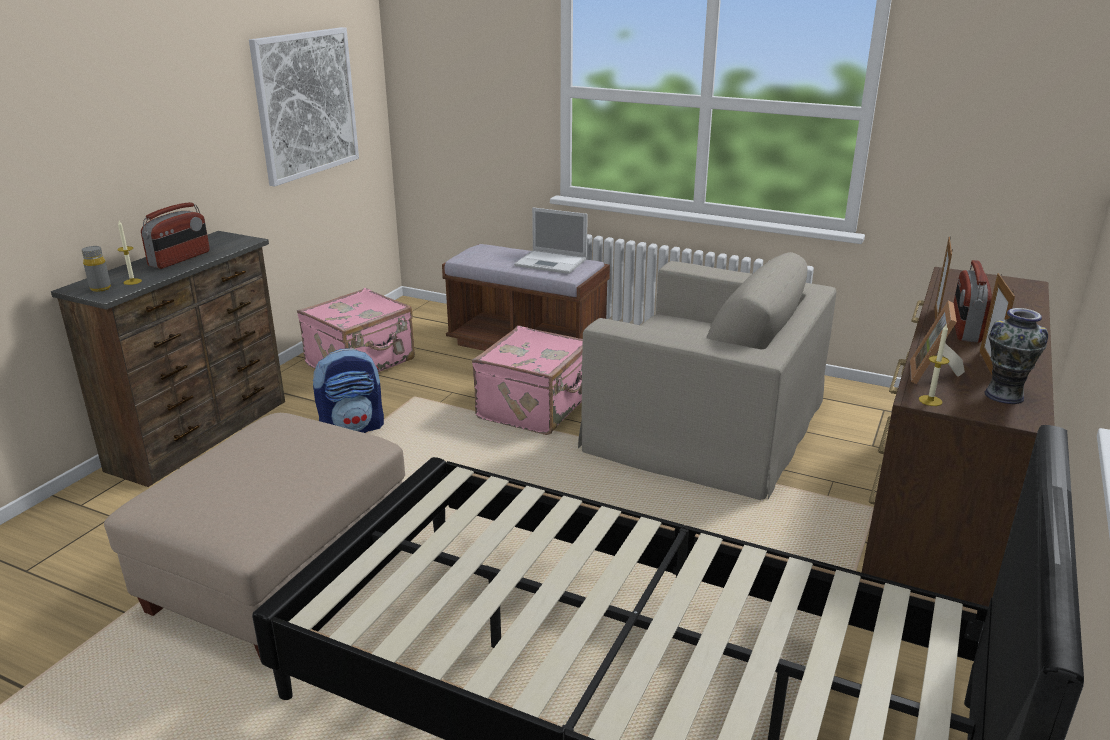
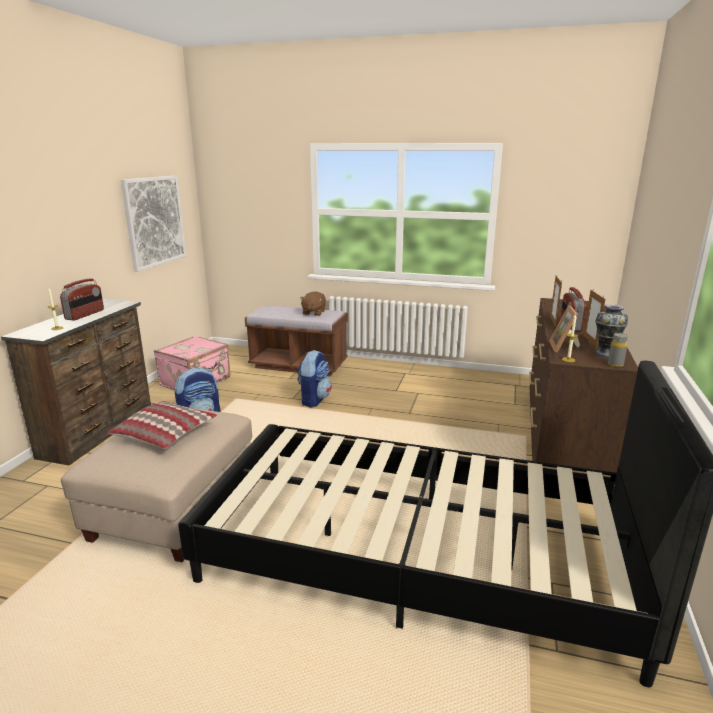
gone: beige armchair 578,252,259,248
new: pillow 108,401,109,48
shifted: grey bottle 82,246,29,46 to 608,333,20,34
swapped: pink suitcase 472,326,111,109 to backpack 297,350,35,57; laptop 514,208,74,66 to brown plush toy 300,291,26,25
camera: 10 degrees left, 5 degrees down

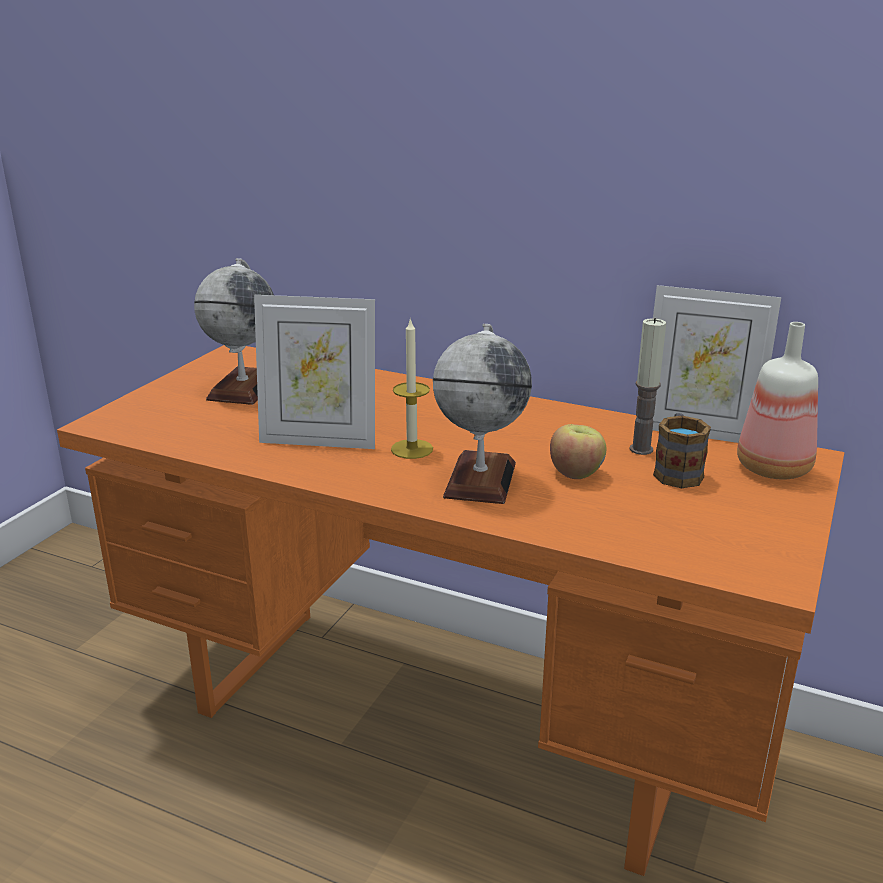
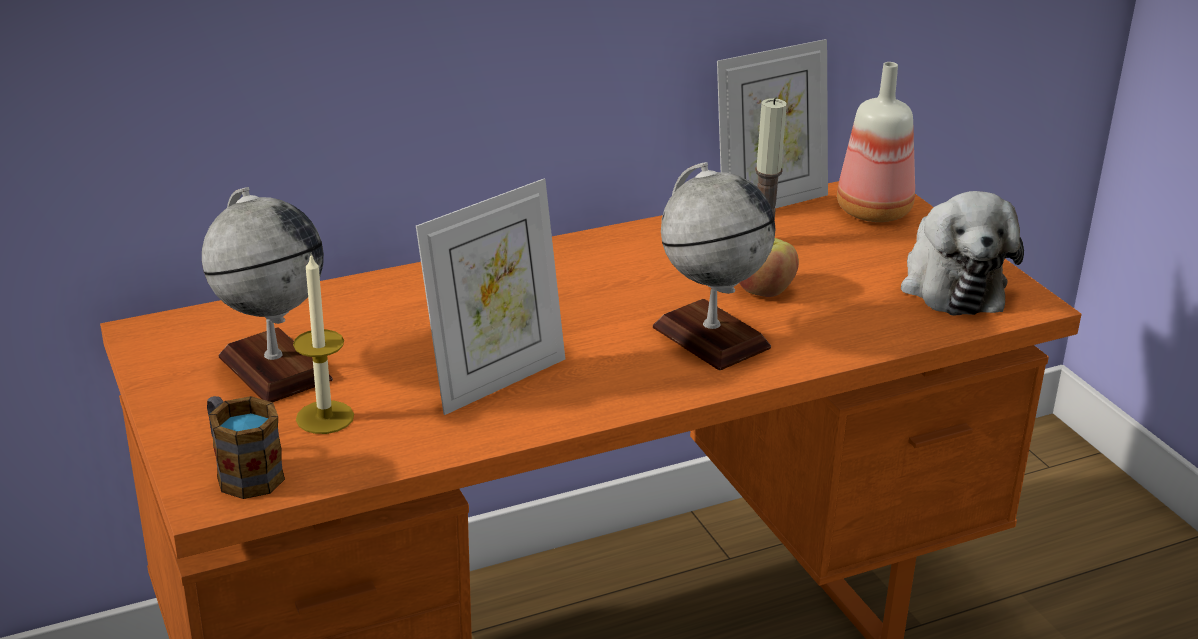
new: plush toy 901,191,123,125
shifted: candle 391,317,42,142 to 293,255,61,179; mug 653,413,58,75 to 207,396,78,103
camera: 50 degrees left, 5 degrees up

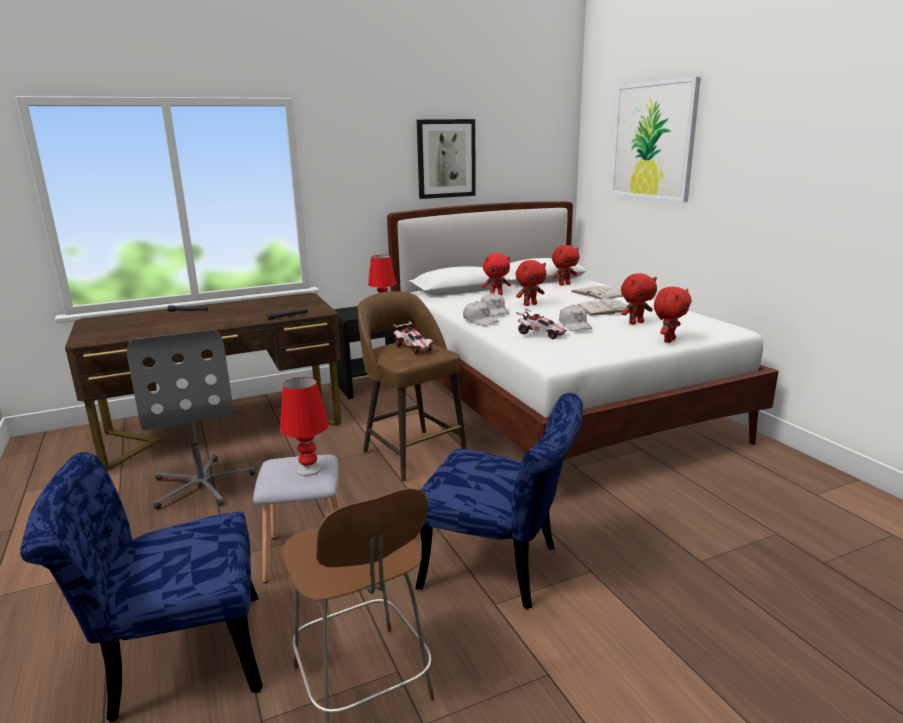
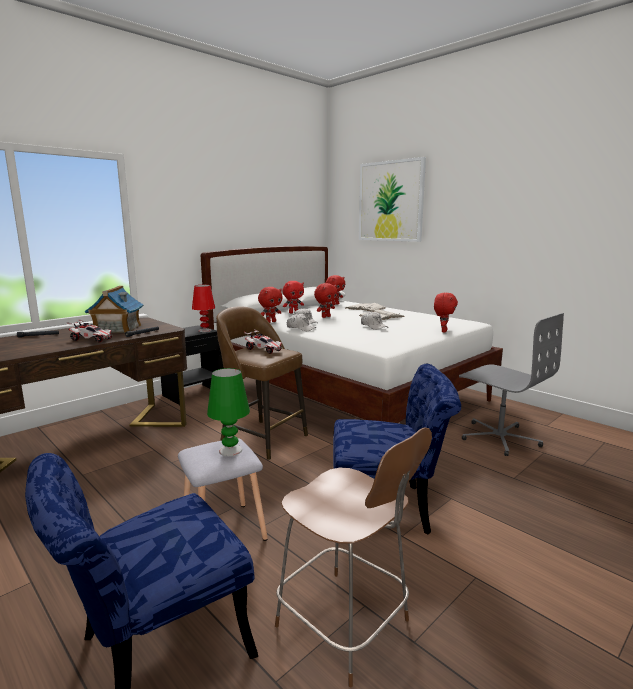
gone: picture 417,119,59,80
new: toy house 85,286,59,47
shifted: grey office chair 127,330,128,179 to 459,313,105,143; toy car 516,308,51,31 to 67,319,46,24; red plush toy 621,273,36,51 to 258,287,25,36
repainted: red table lamp 280,377,49,99 to green table lamp 207,368,43,88
camera: 20 degrees left, 5 degrees down

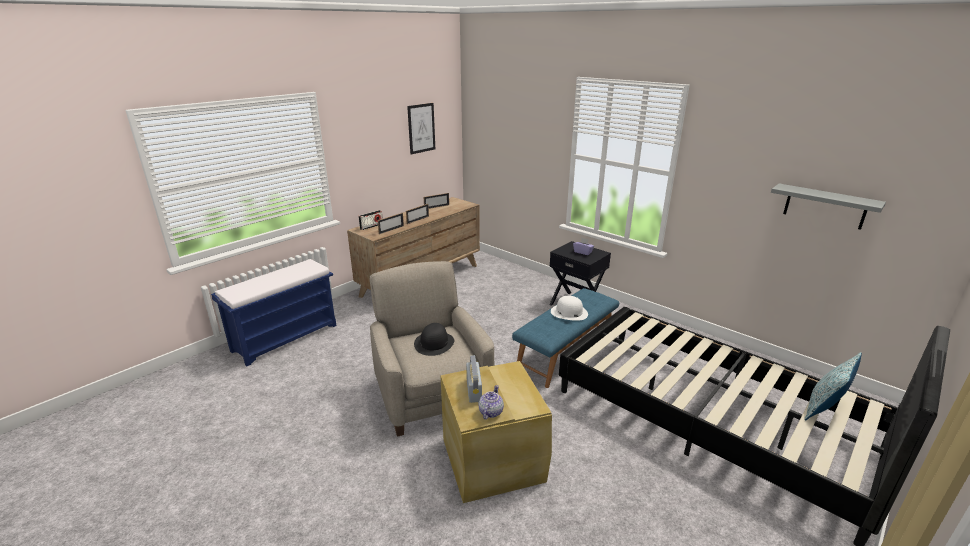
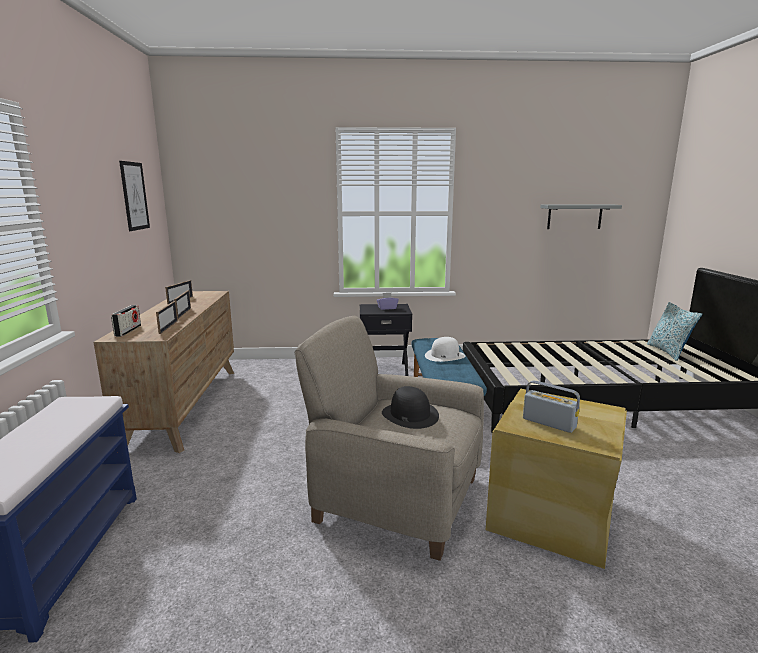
gone: teapot 478,385,26,35
camera: 45 degrees left, 10 degrees down

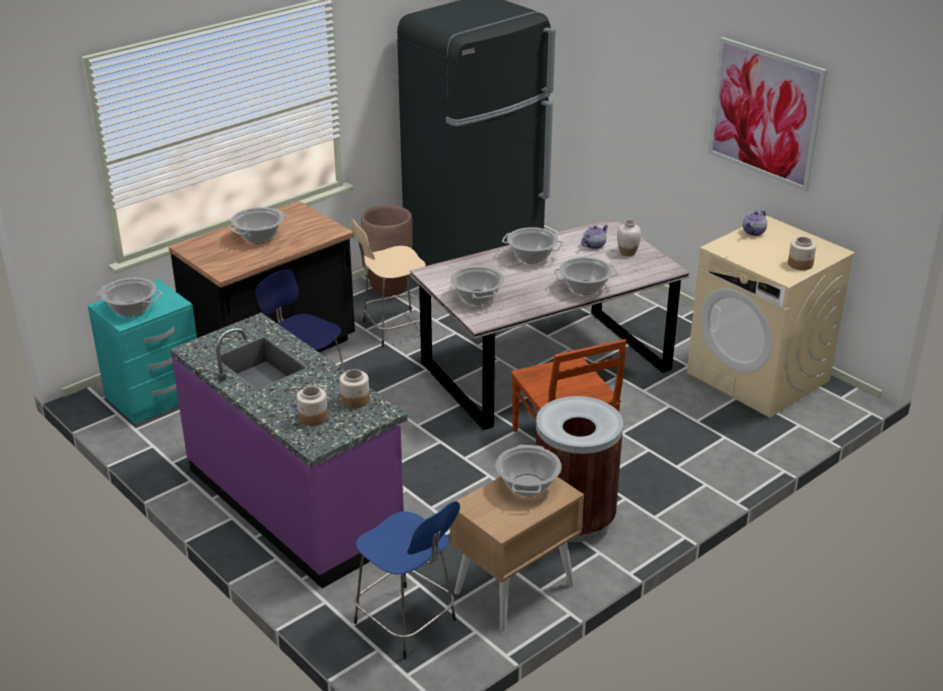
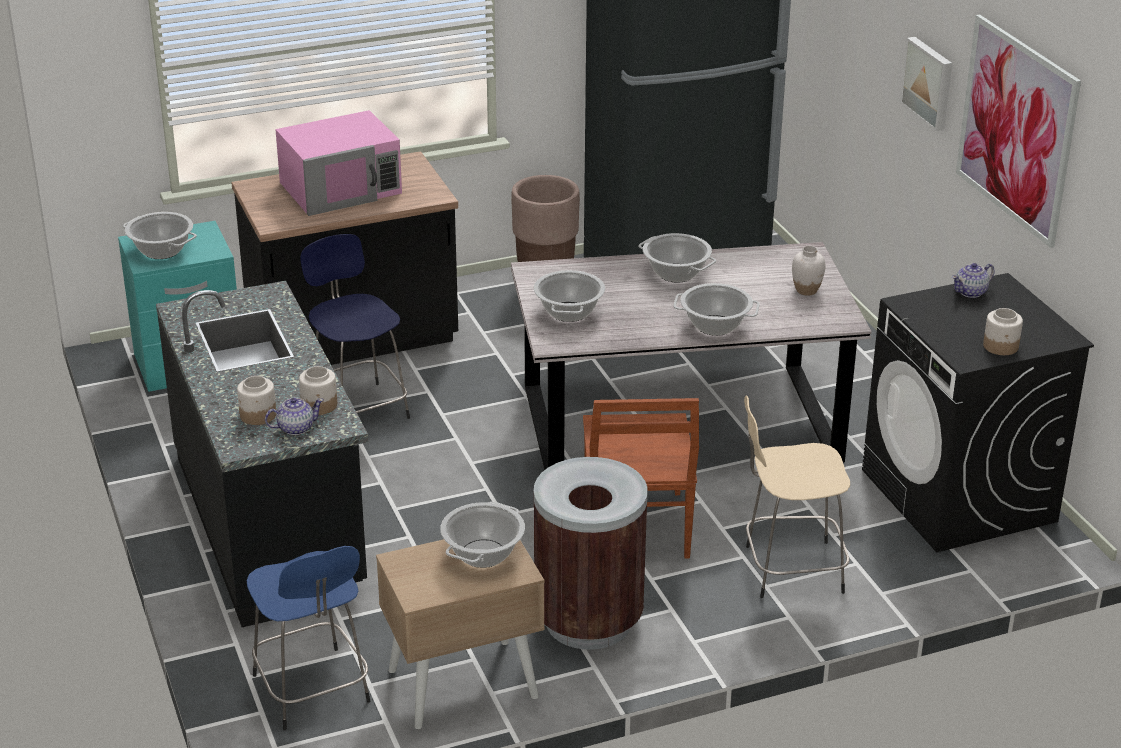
new: picture 900,37,52,95
shifted: beige stool 351,219,75,128 to 744,395,106,203; teapot 581,225,27,24 to 265,397,59,38
swapped: cooking pot 228,207,58,36 to pink microwave 275,110,127,106
repainted: purple counter 170,312,237,276 to black counter 156,281,212,346; beige washing machine 687,216,168,202 to black washing machine 862,273,232,279
camera: 20 degrees right, 0 degrees up

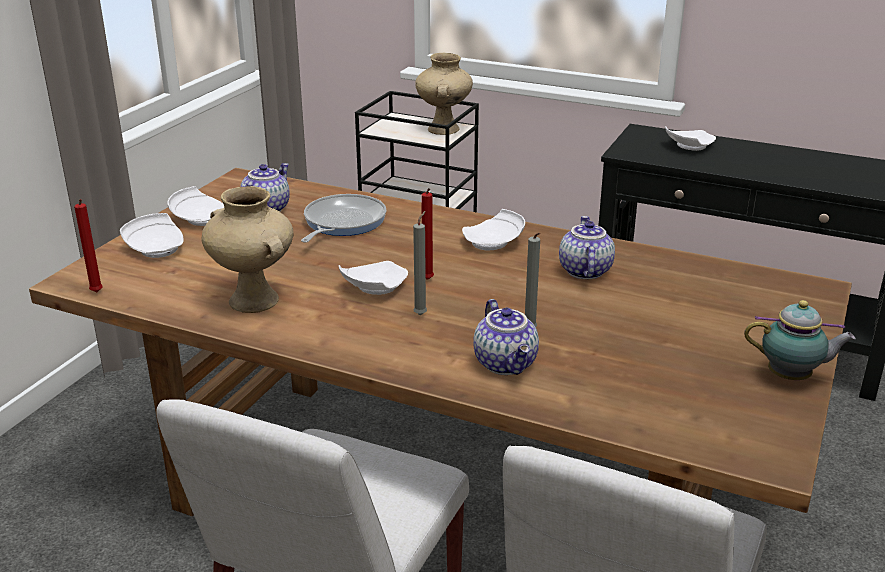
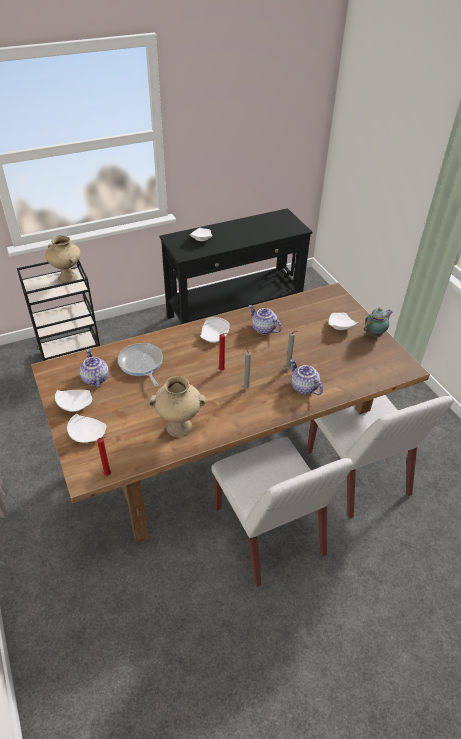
shifted: white plate 339,261,69,34 to 328,313,30,17
rotated: teapot 473,299,66,76 = 290,359,33,36 150 degrees counterclockwise
camera: 50 degrees left, 15 degrees up

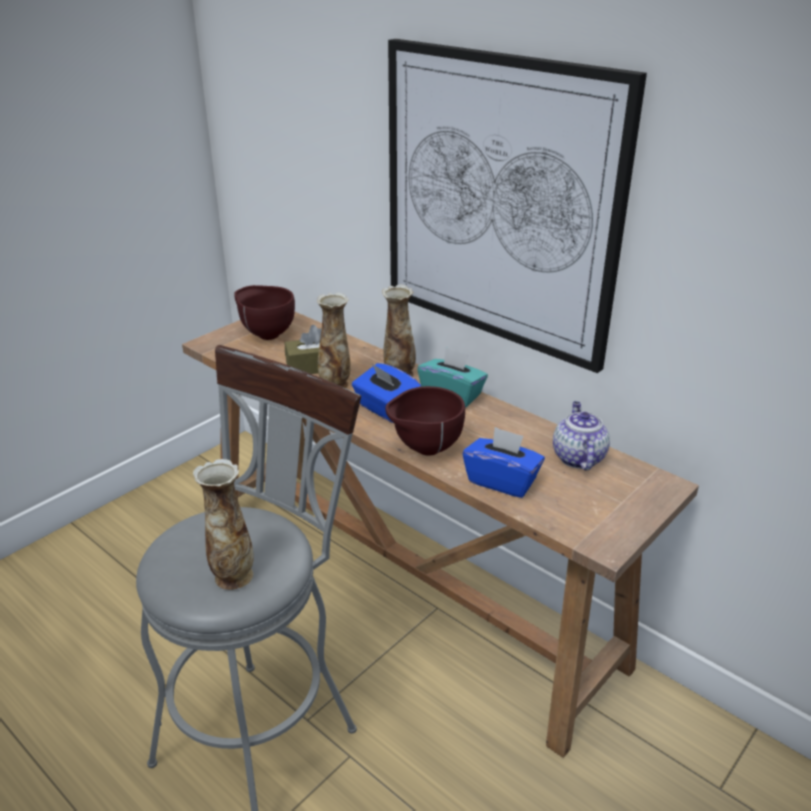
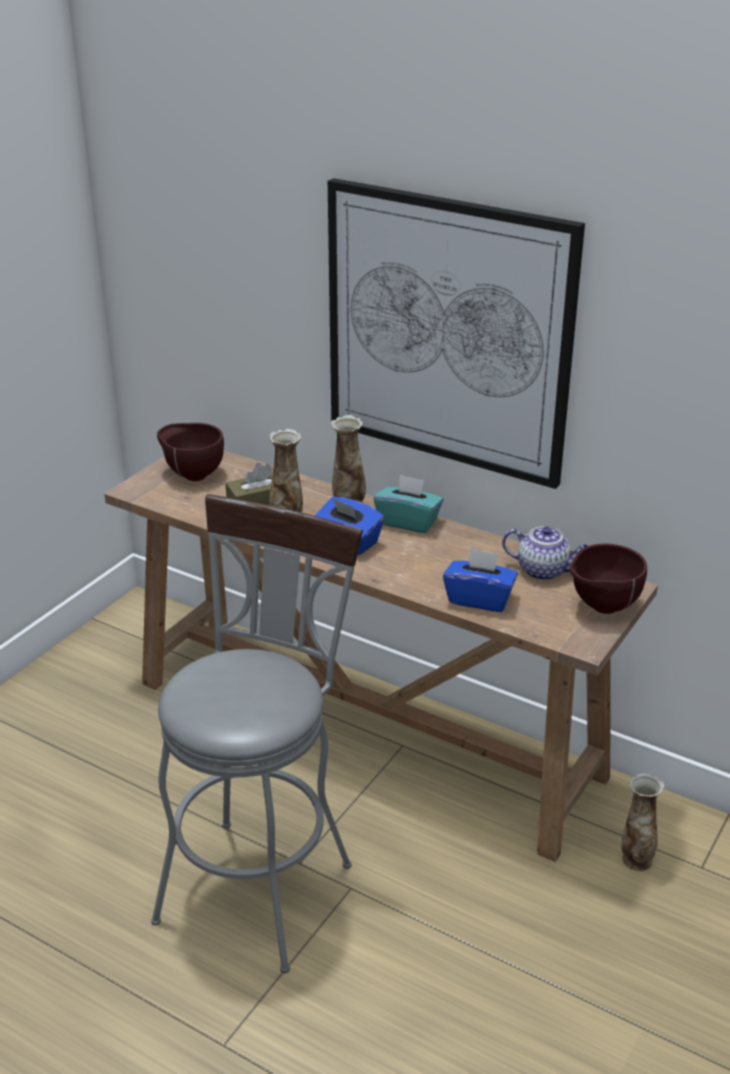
shifted: vase 193,459,60,131 to 621,773,43,98; brown bowl 385,386,80,69 to 569,544,78,70
rotated: teapot 553,401,57,70 = 502,526,86,54 120 degrees clockwise
camera: 10 degrees left, 0 degrees up

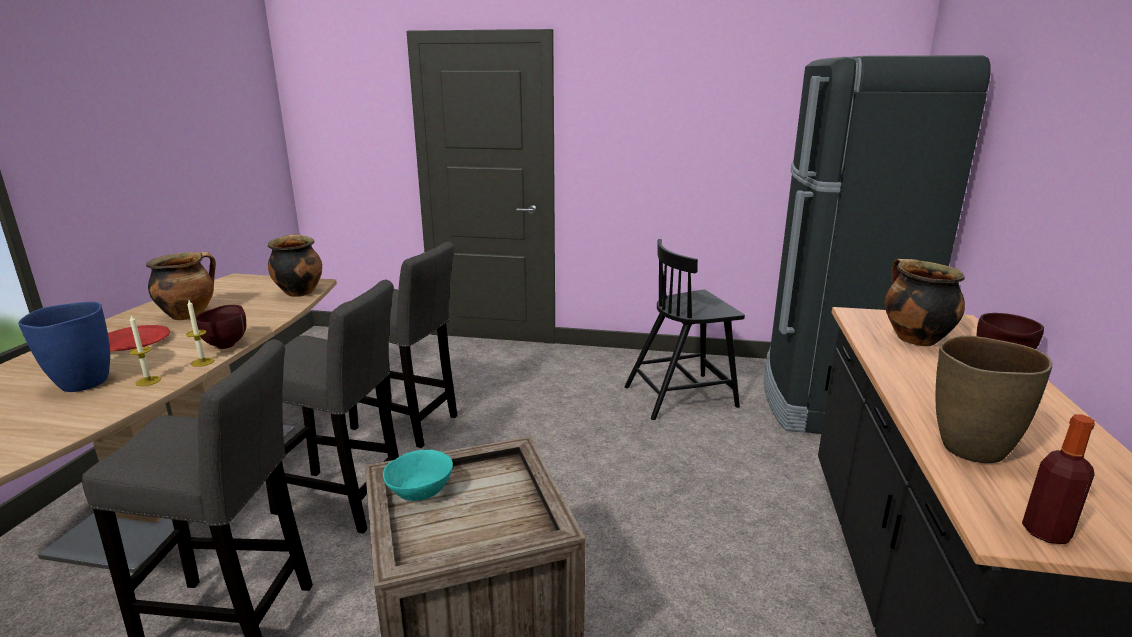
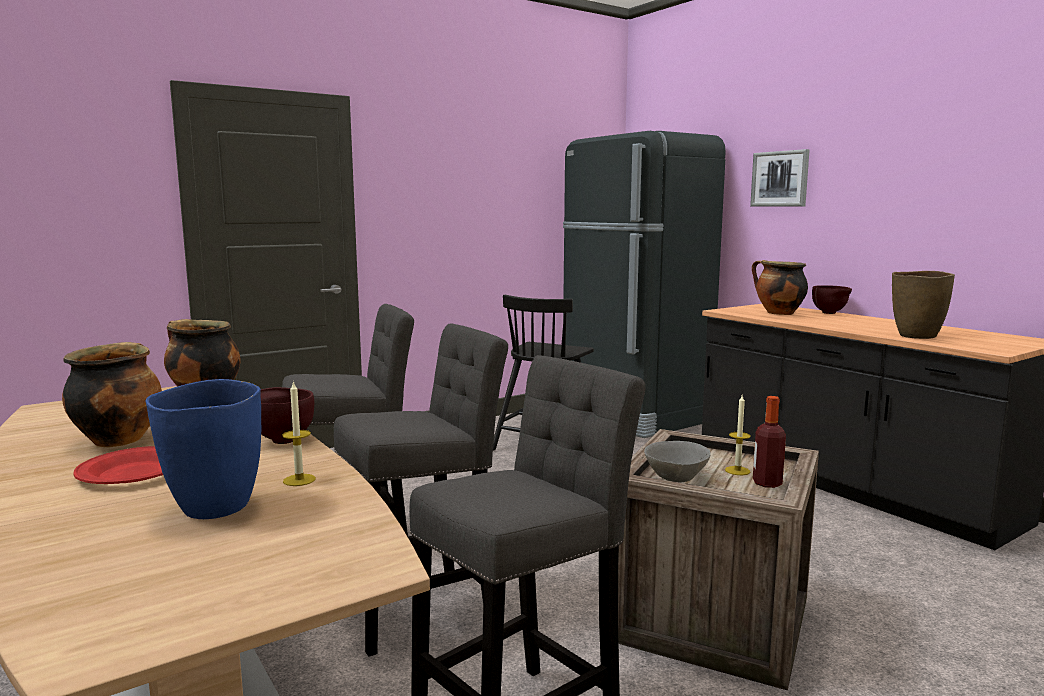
new: picture 750,149,60,58
shifted: candle 186,300,28,67 to 725,395,26,80; bottle 1022,414,73,130 to 753,396,33,92
repainted: turquoise bowl 383,450,70,51 to grey bowl 644,441,67,41
camera: 45 degrees left, 10 degrees down

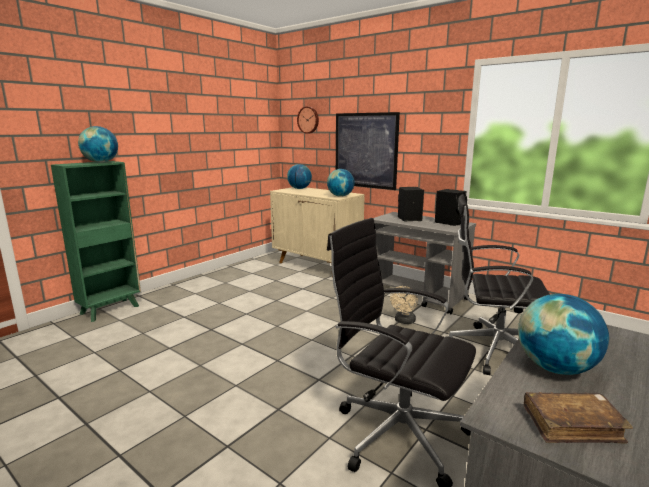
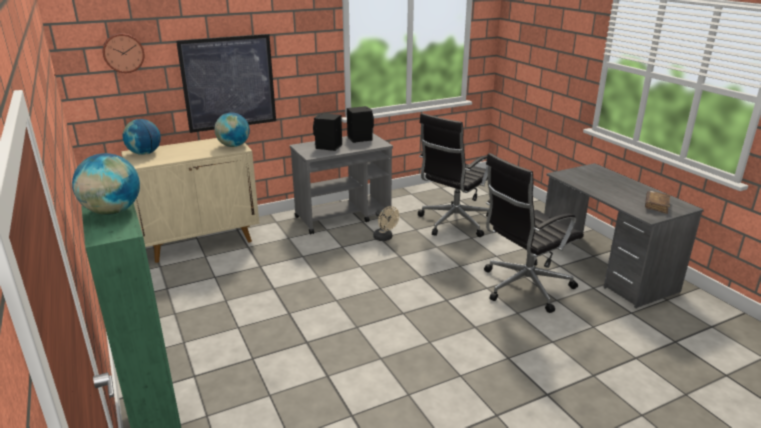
gone: globe 518,294,91,81
camera: 65 degrees left, 10 degrees up

